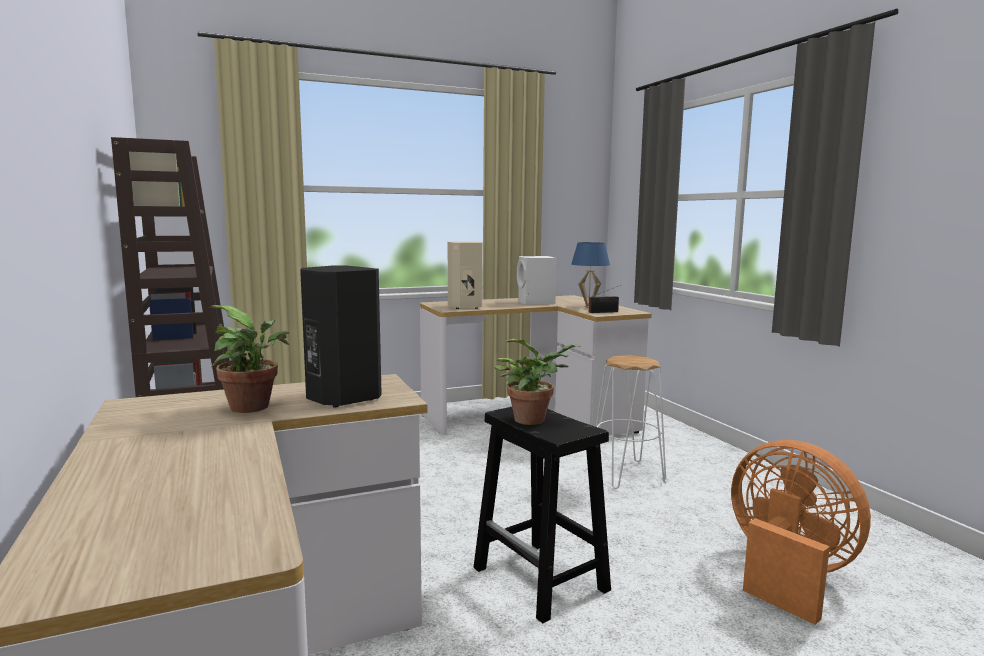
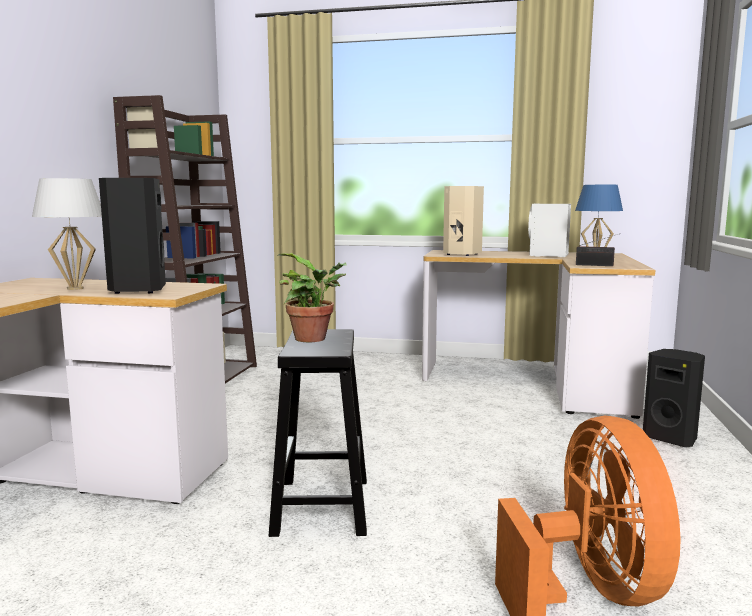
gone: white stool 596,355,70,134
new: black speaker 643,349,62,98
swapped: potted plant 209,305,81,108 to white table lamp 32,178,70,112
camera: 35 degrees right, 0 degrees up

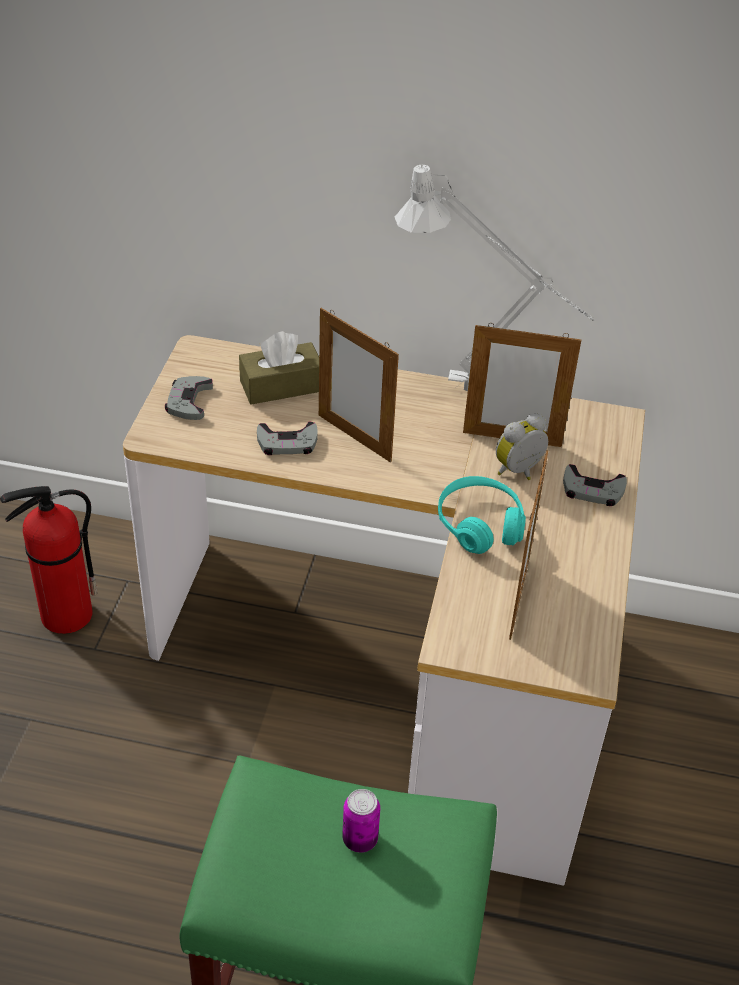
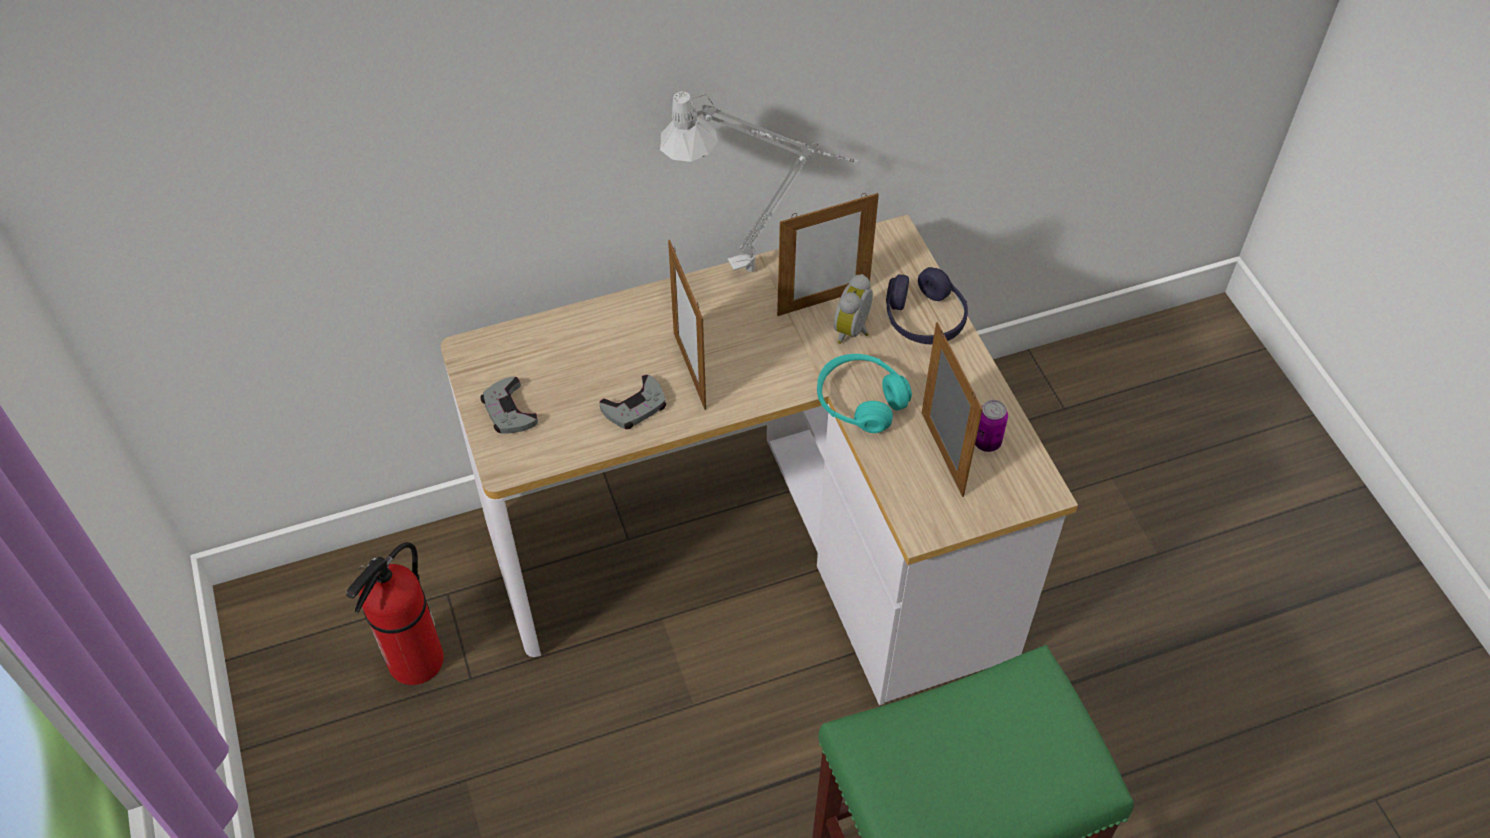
gone: brown tissue box 239,331,80,74
shifted: can 342,789,38,64 to 975,400,33,52
swapped: grey game controller 563,464,64,42 to purple headphones 886,267,82,77
rotated: picture frame 319,308,80,155 = 668,240,38,170 60 degrees clockwise
camera: 30 degrees left, 10 degrees up

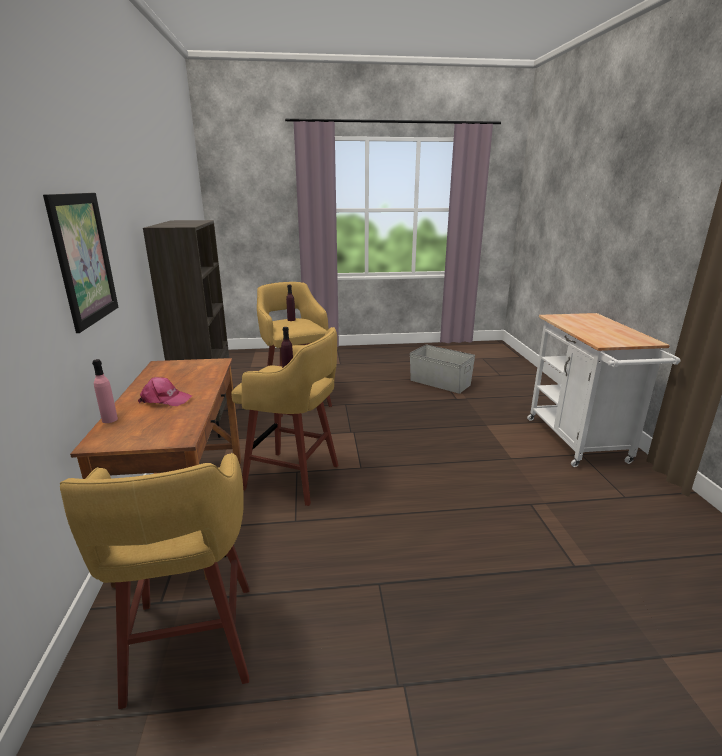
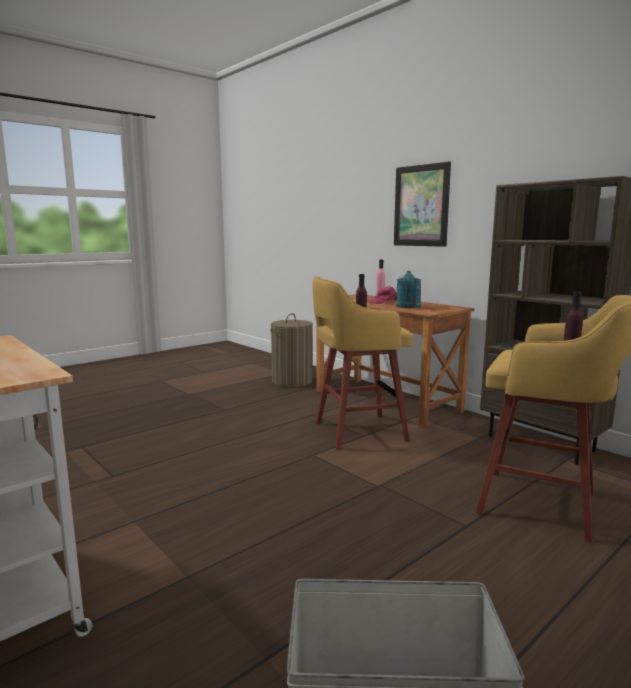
new: turquoise watering can 396,271,25,37
swapped: yellow stool 60,453,189,256 to laundry basket 270,313,43,74
camera: 145 degrees right, 10 degrees down

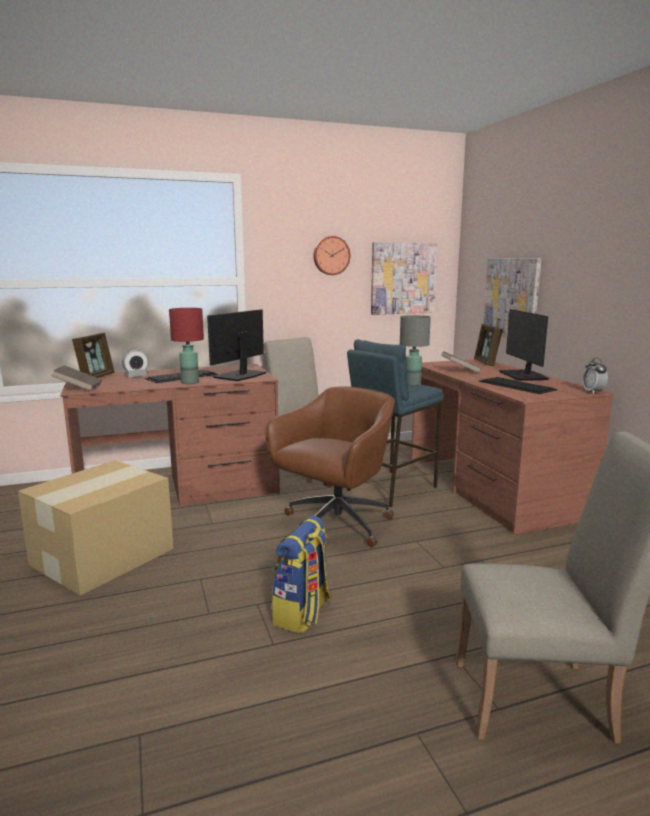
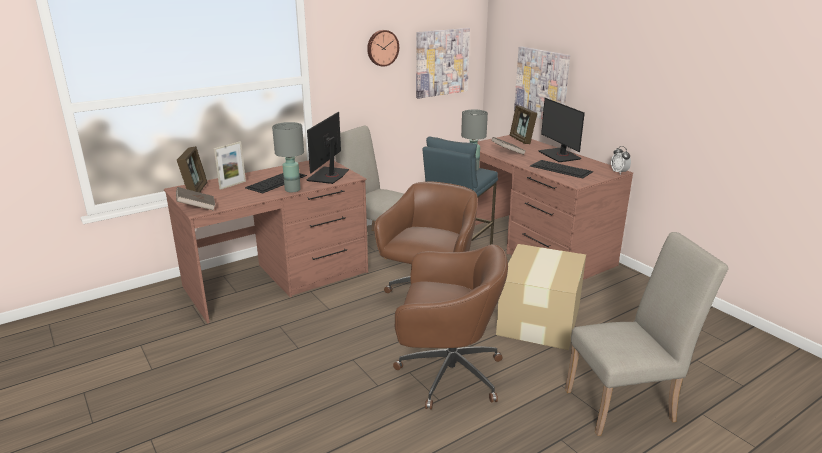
shifted: cardboard box 18,460,156,136 to 496,244,90,106
swapped: alarm clock 122,349,26,28 to picture frame 214,142,32,48; backpack 272,516,60,117 to brown office chair 393,244,115,166
repainted: red table lamp 169,308,35,76 to grey table lamp 272,122,32,71
camera: 15 degrees left, 10 degrees up

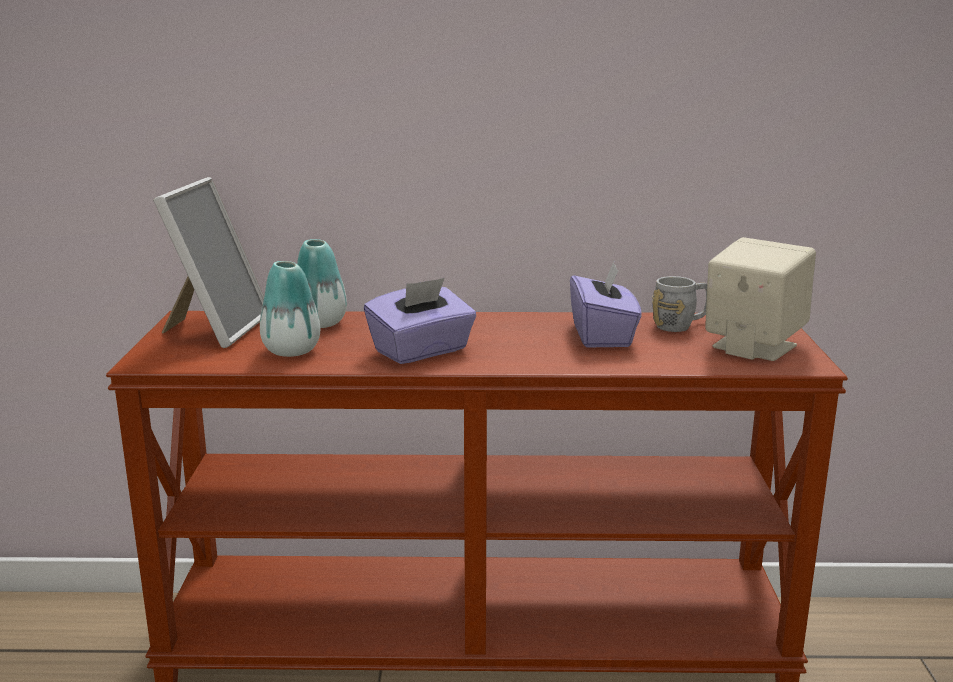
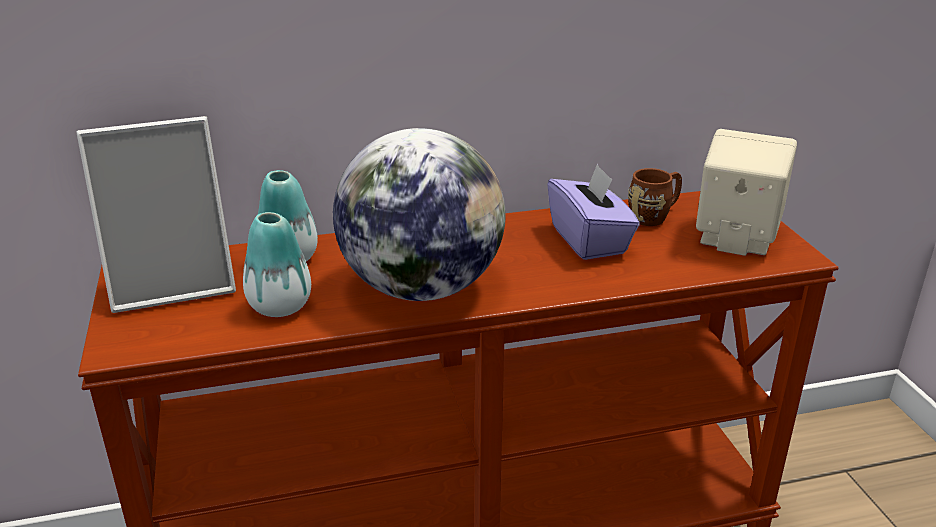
swapped: purple tissue box 364,278,112,86 to globe 333,128,173,173
repainted: grey mug 652,276,55,56 to brown mug 628,168,54,58
rotated: picture frame 153,177,111,171 = 76,116,160,197 75 degrees clockwise
camera: 15 degrees left, 10 degrees up

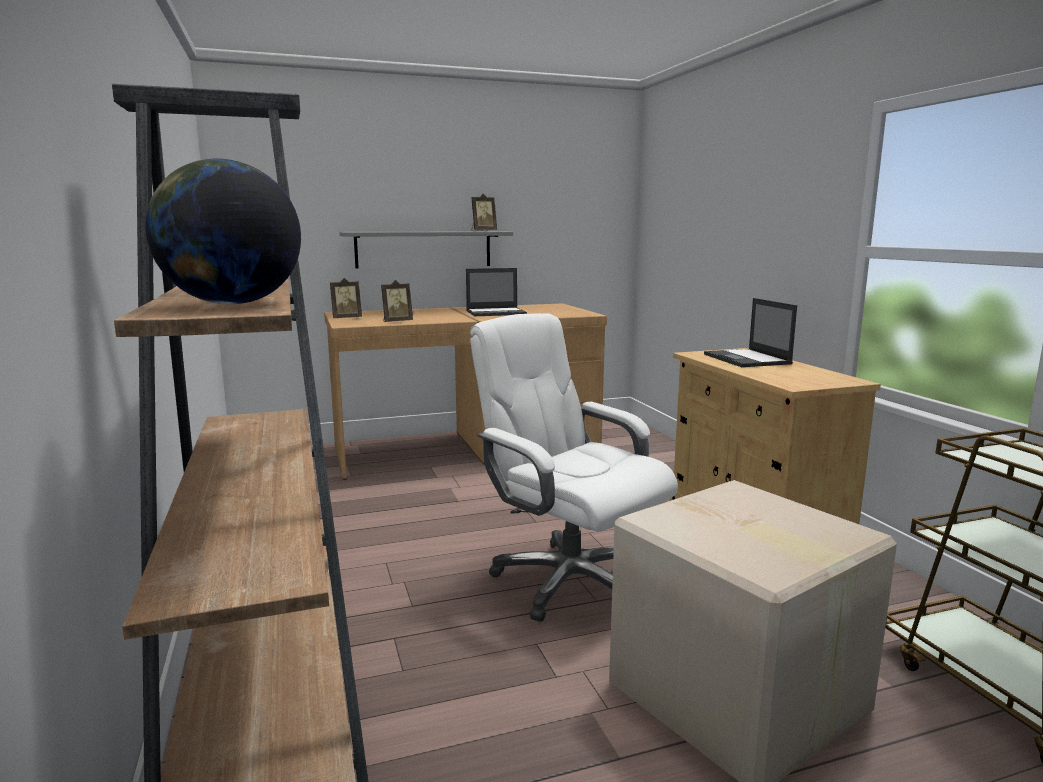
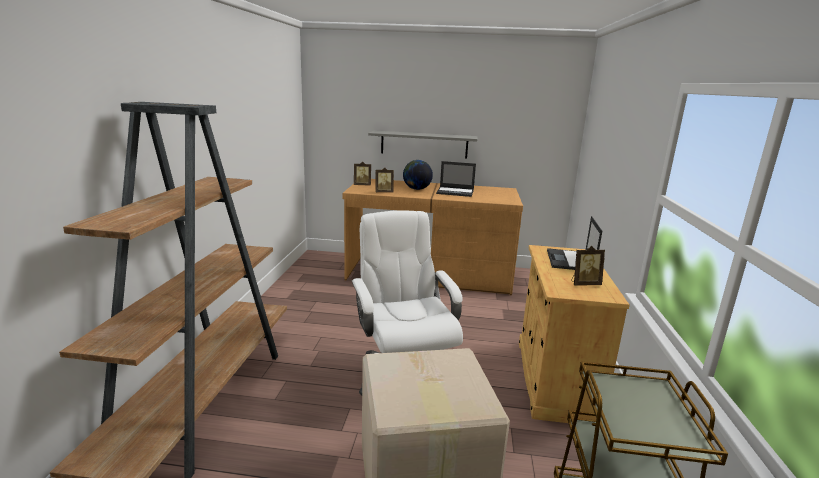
shifted: globe 146,159,155,146 to 403,160,30,30; picture frame 471,194,26,37 to 571,246,34,40
camera: 25 degrees right, 5 degrees up

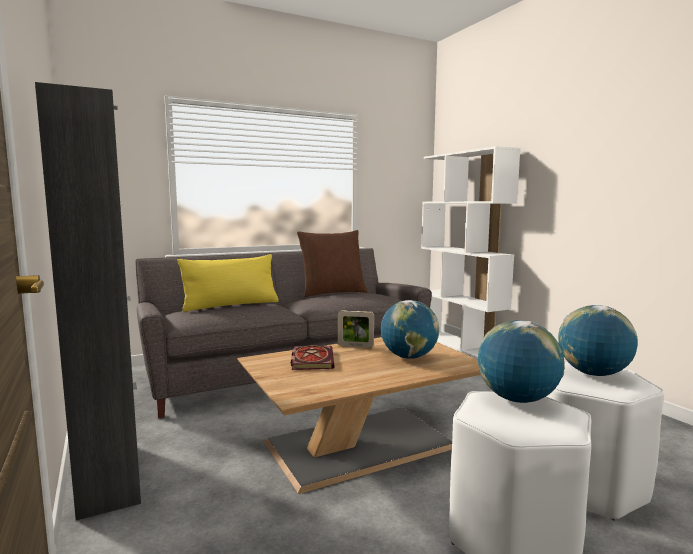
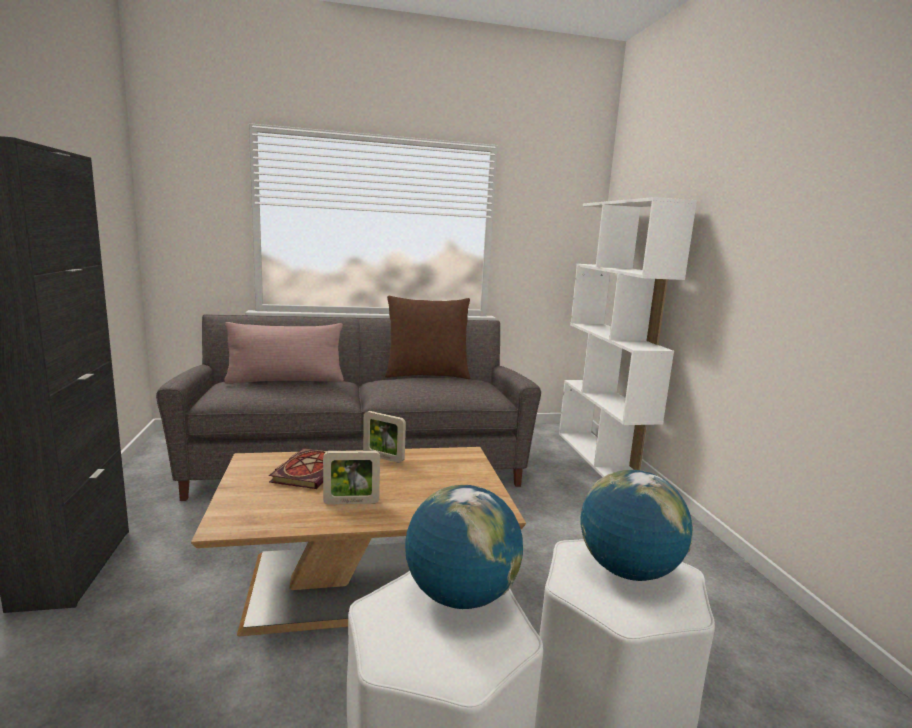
gone: globe 381,300,58,59
new: picture frame 323,450,57,55
repainted: yellow pillow 177,254,102,58 to pink pillow 224,322,120,62
camera: 15 degrees right, 5 degrees up

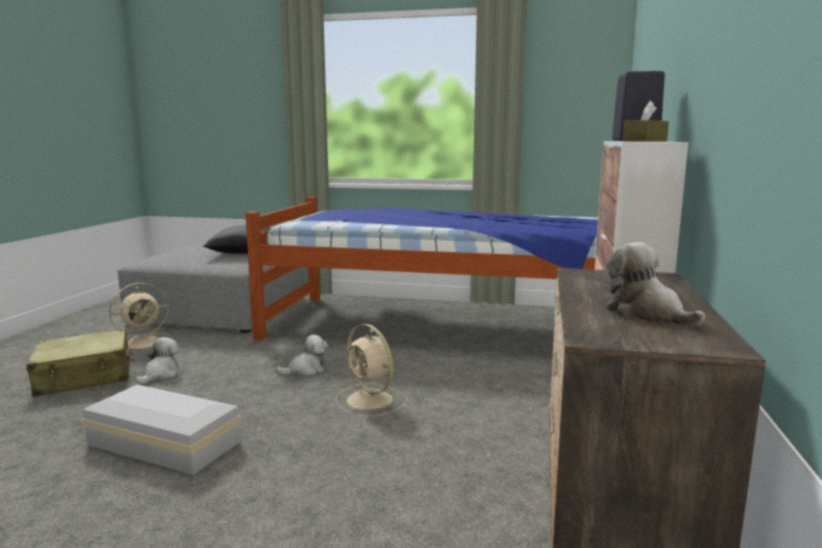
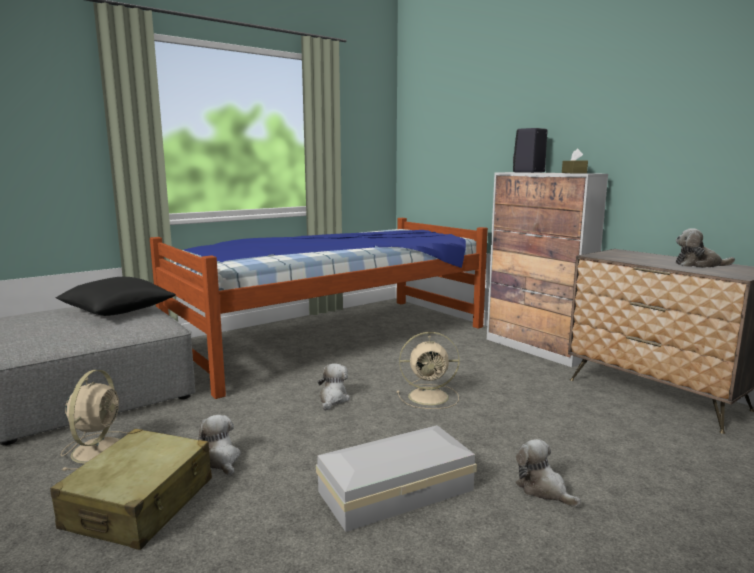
new: plush toy 515,439,66,68
camera: 50 degrees left, 0 degrees up

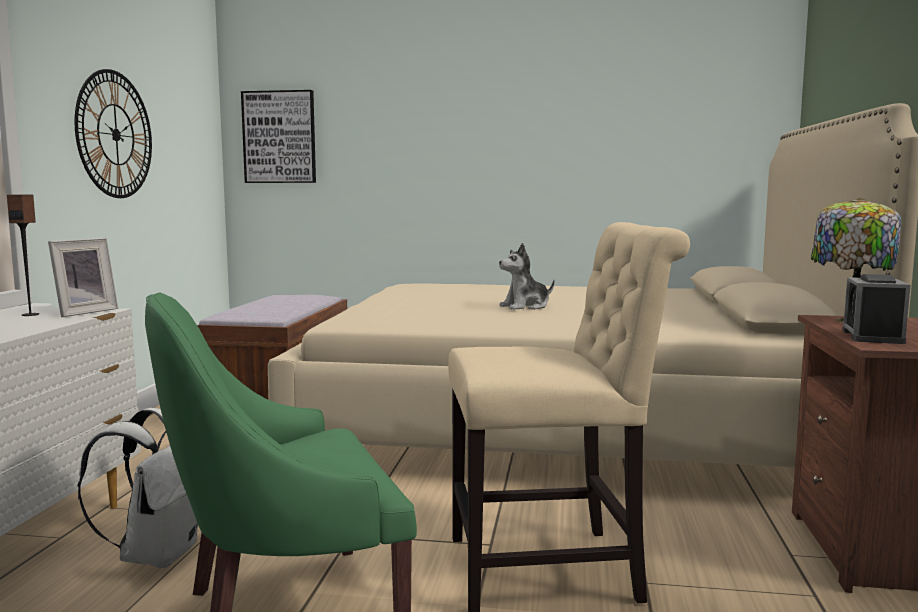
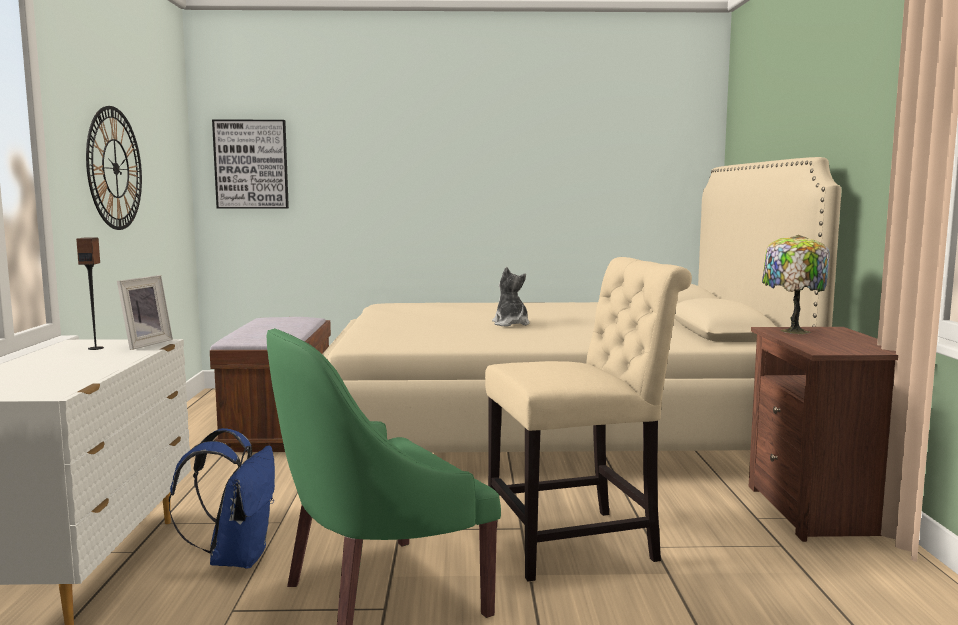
gone: alarm clock 842,274,69,70
repainted: white backpack 78,408,120,160 to blue backpack 169,428,106,141
rotated: plush toy 499,243,56,67 = 492,267,37,60 105 degrees clockwise
camera: 10 degrees left, 0 degrees up

